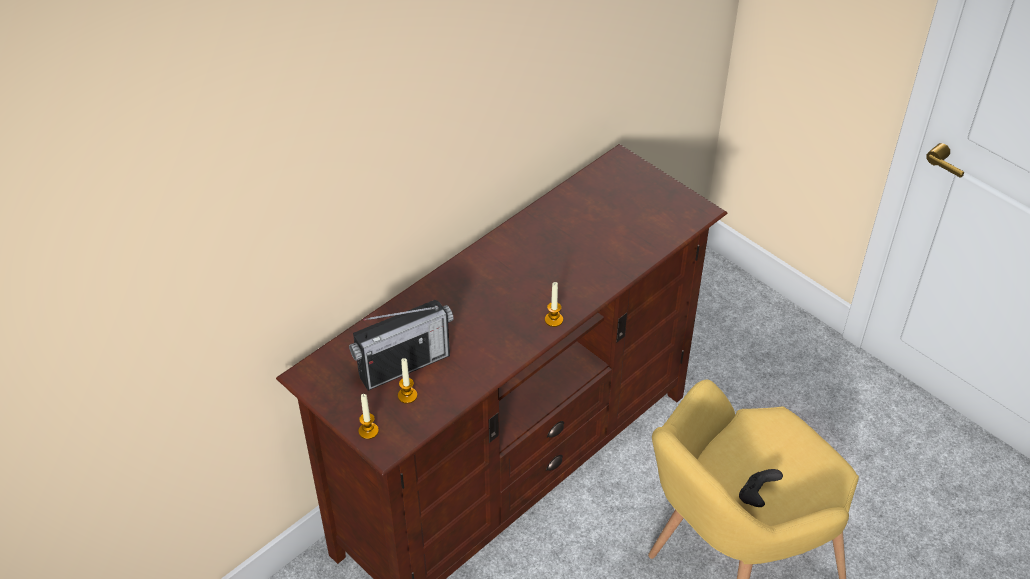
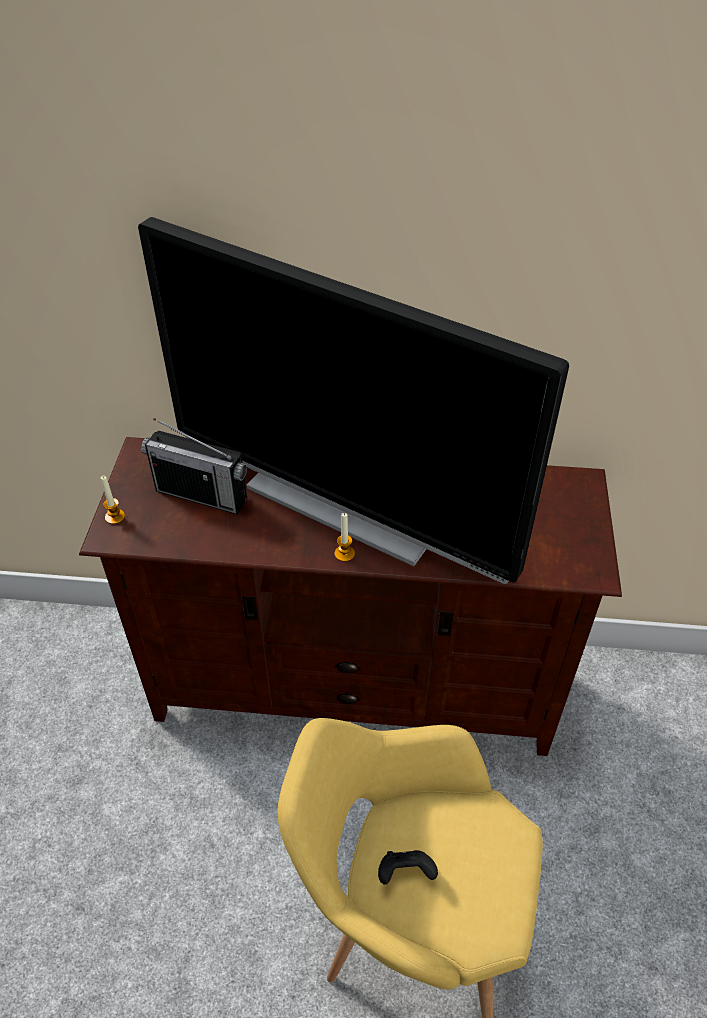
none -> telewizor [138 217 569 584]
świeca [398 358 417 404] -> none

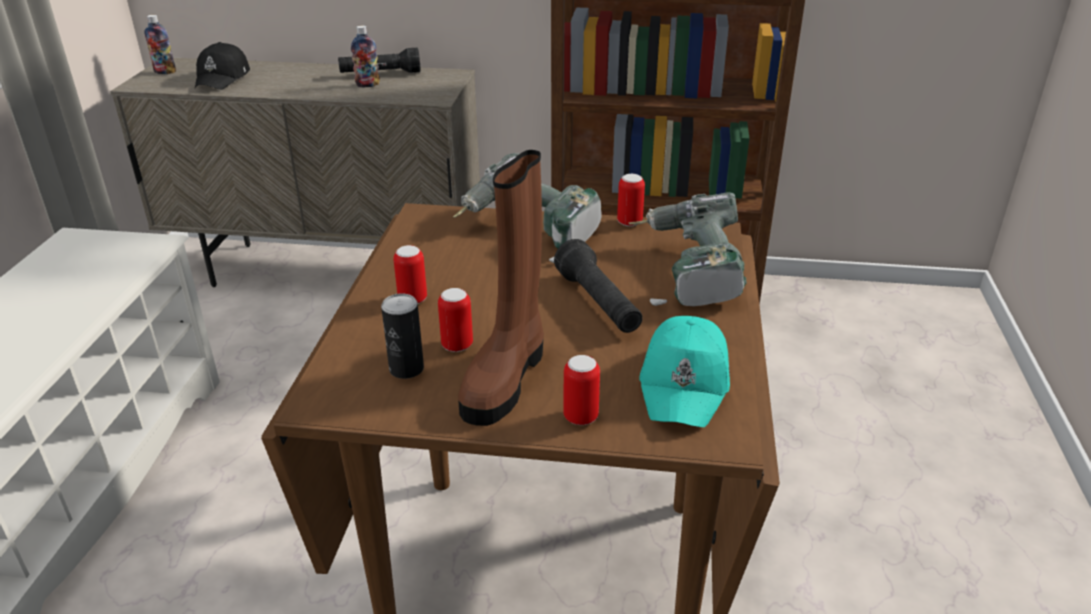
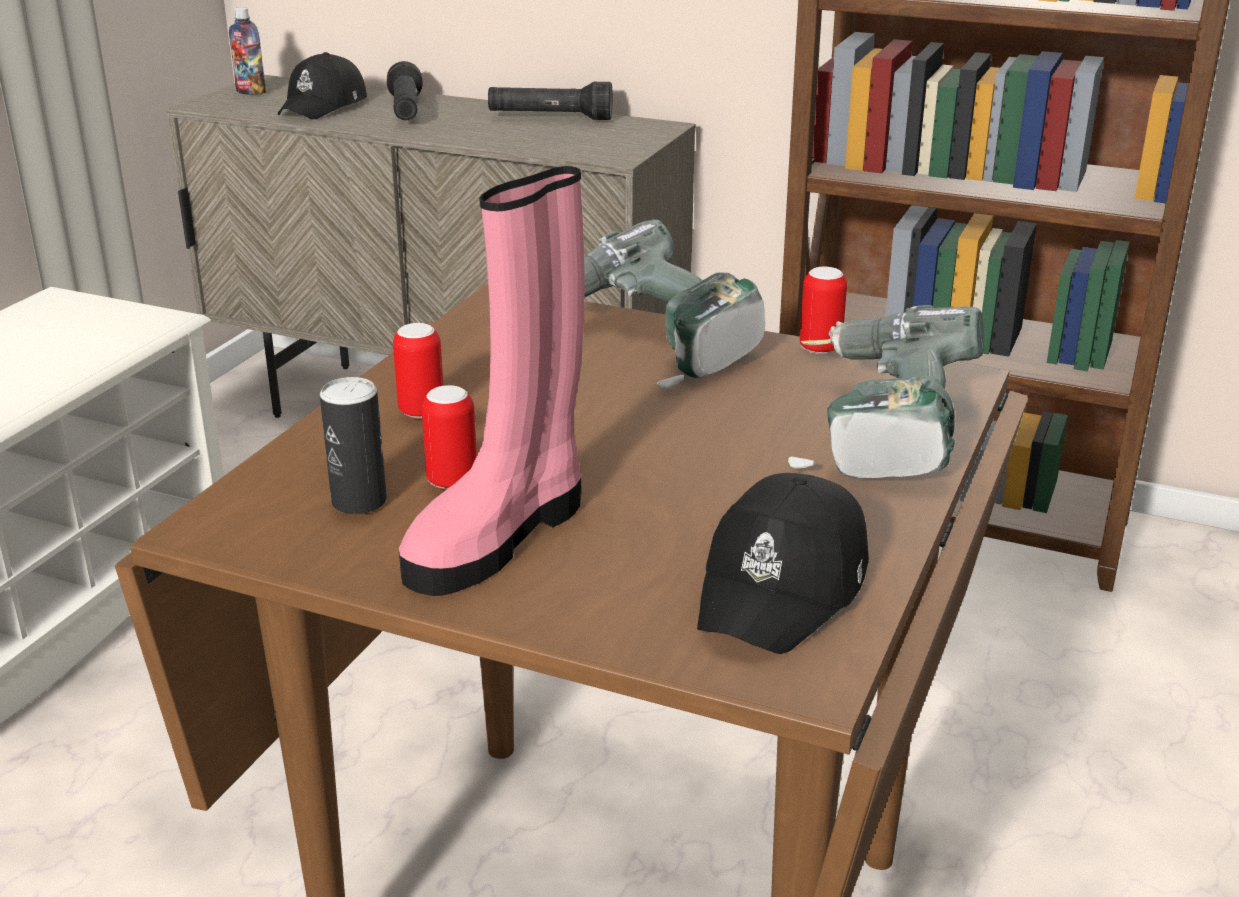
latarka [czarny] [554 239 643 333] -> latarka [czarny] [387 61 423 120], relocated
but z cholewką [brązowy] [458 150 544 426] -> but z cholewką [różowy] [399 166 585 596]
czapka z daszkiem [turkusowy] [639 316 730 427] -> czapka z daszkiem [czarny] [697 473 869 654]
butelka [351 25 380 87] -> none
puszka [563 355 600 425] -> none

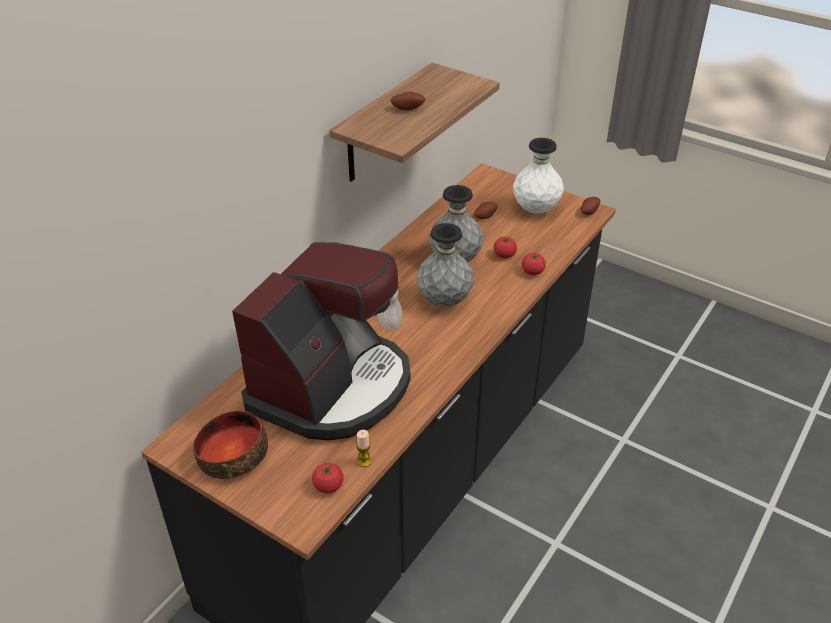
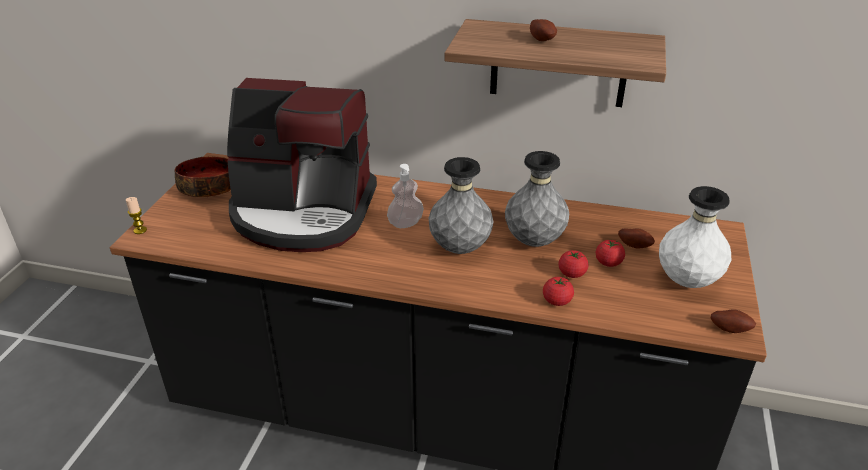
świeca [356 430 371 467] -> świeca [126 197 147 234], relocated
pomidor [312 463 344 493] -> pomidor [596 240 625 267], relocated

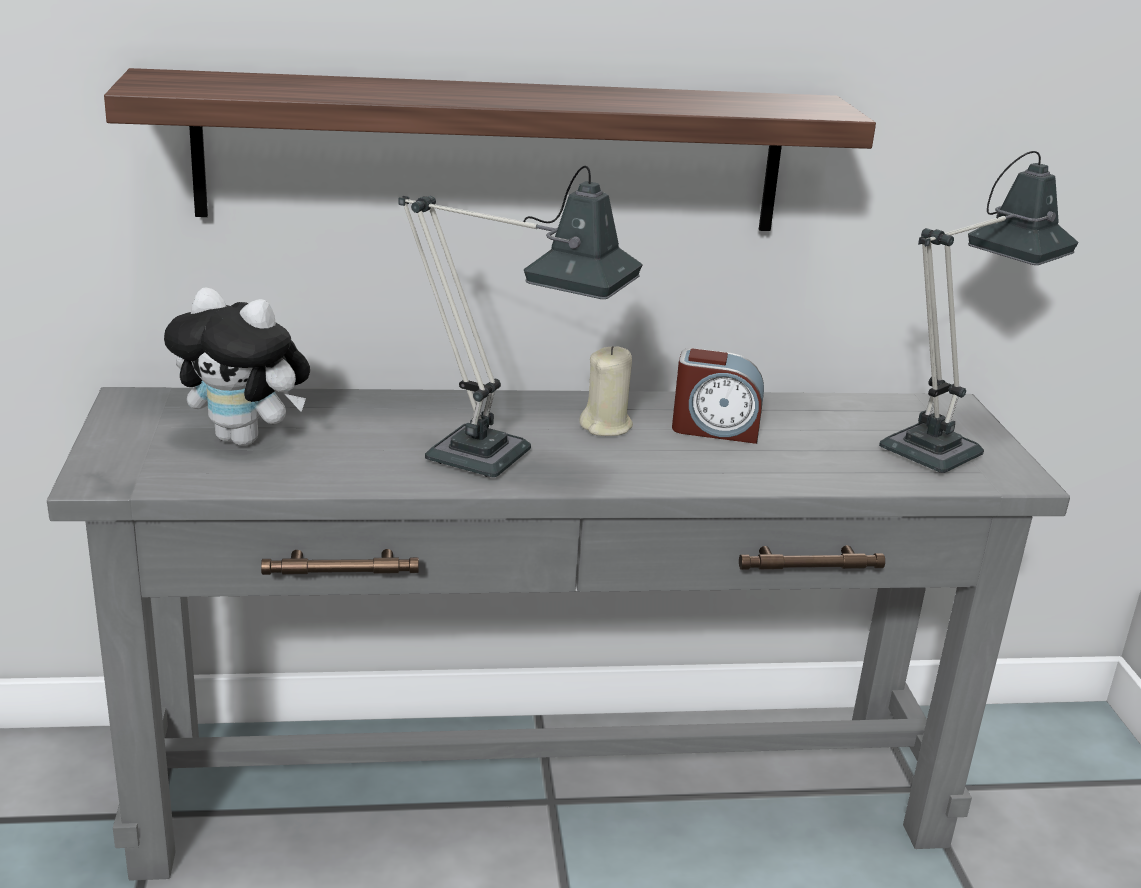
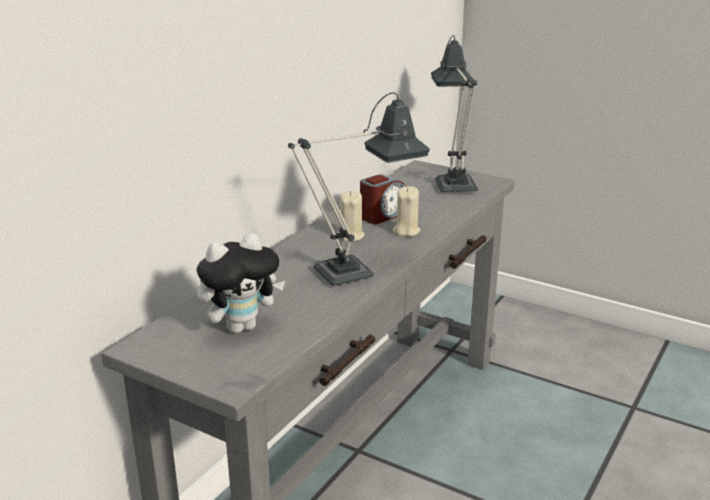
none -> świeca [beżowy] [393 186 420 236]
półka [104 68 876 231] -> none

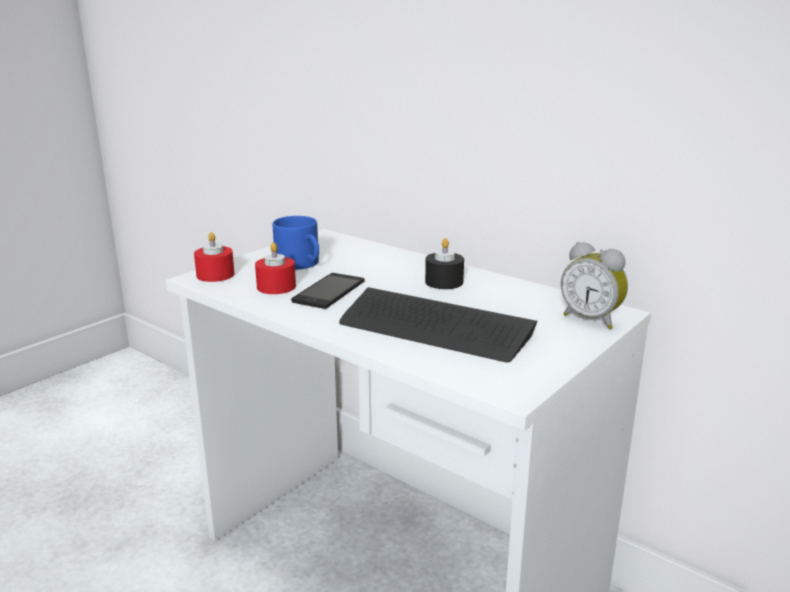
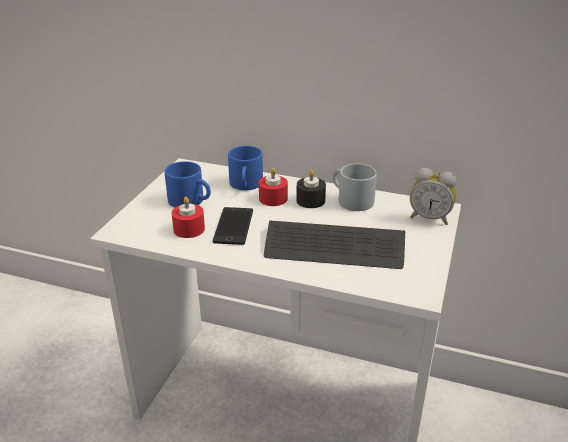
none -> kubek [niebieski] [228 146 263 190]
świeca [czerwony] [194 232 235 282] -> świeca [czerwony] [259 168 288 206], relocated
none -> kubek [szary] [333 163 377 211]

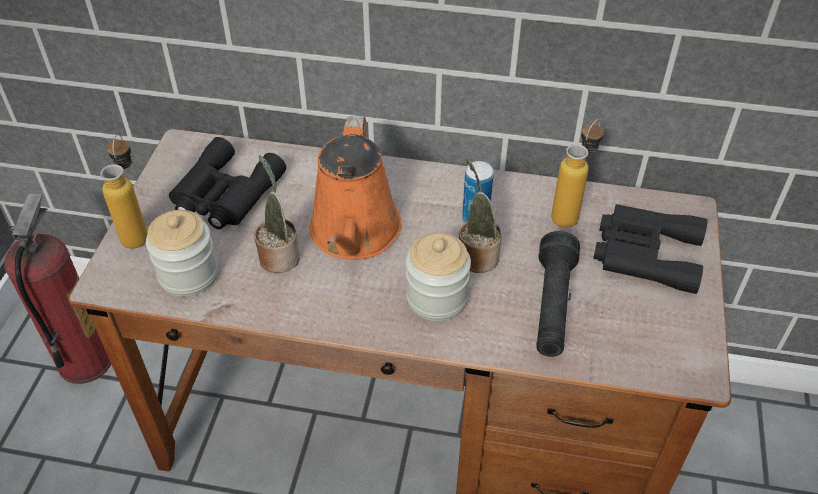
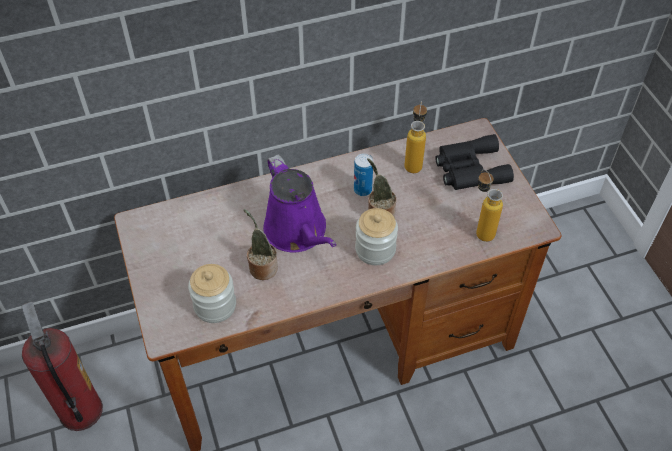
konewka [pomarańczowy] [310 116 401 260] -> konewka [fioletowy] [263 155 336 253]
butelka [100 134 148 248] -> butelka [476 169 503 242], relocated
lornetka [czarny] [169 137 286 230] -> none
latarka [czarny] [536 231 580 357] -> none

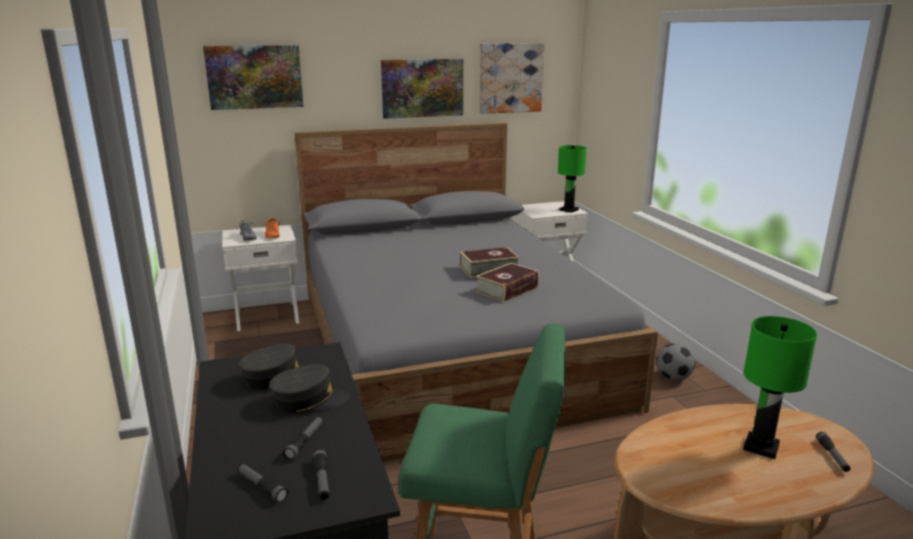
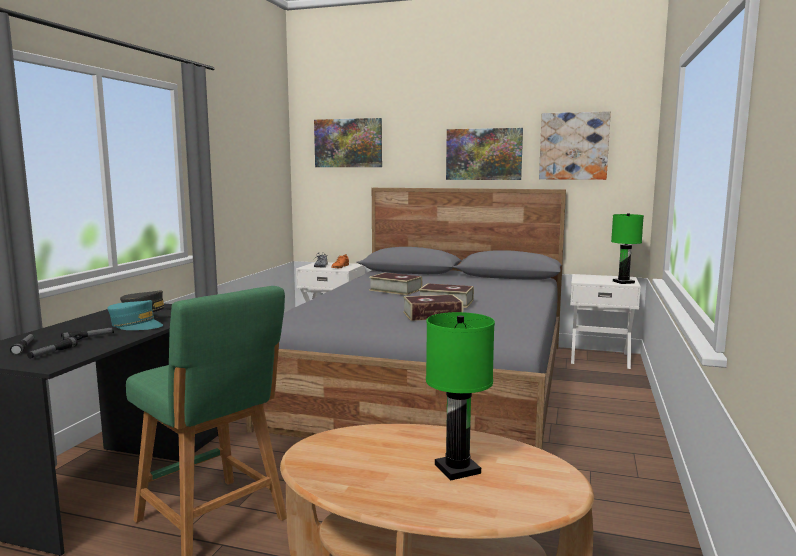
czapka z daszkiem [szary] [269 364 350 413] -> czapka z daszkiem [turkusowy] [107 300 163 330]
none -> książka [369 273 422 295]
piłka futbolowa [656 344 695 381] -> none
latarka [816 432 851 472] -> none

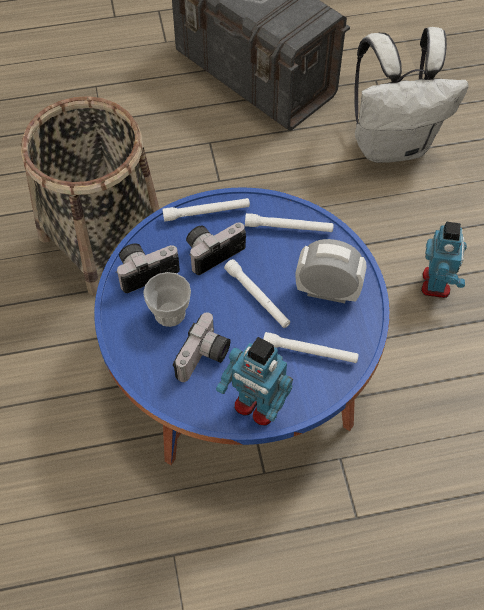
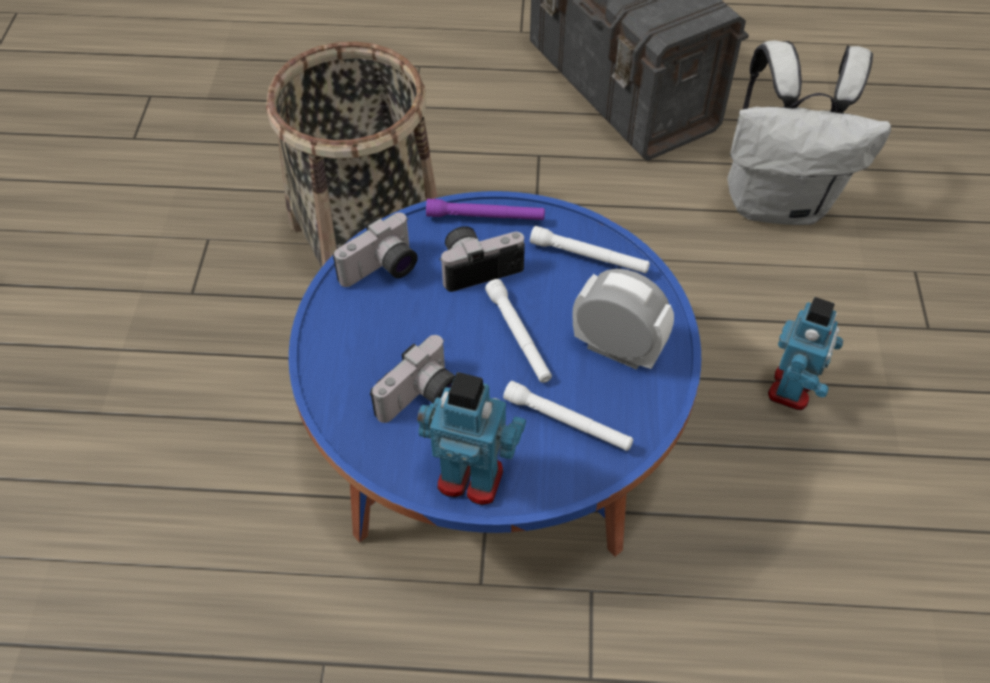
aparat fotograficzny [116 243 180 293] -> aparat fotograficzny [333 213 418 287], 150 degrees clockwise
robot zabawkowy [216 337 293 426] -> robot zabawkowy [417 372 526 505], 150 degrees clockwise
latarka [biały] [162 198 250 221] -> latarka [fioletowy] [426 199 545 220]
filiżanka [143 272 191 327] -> none

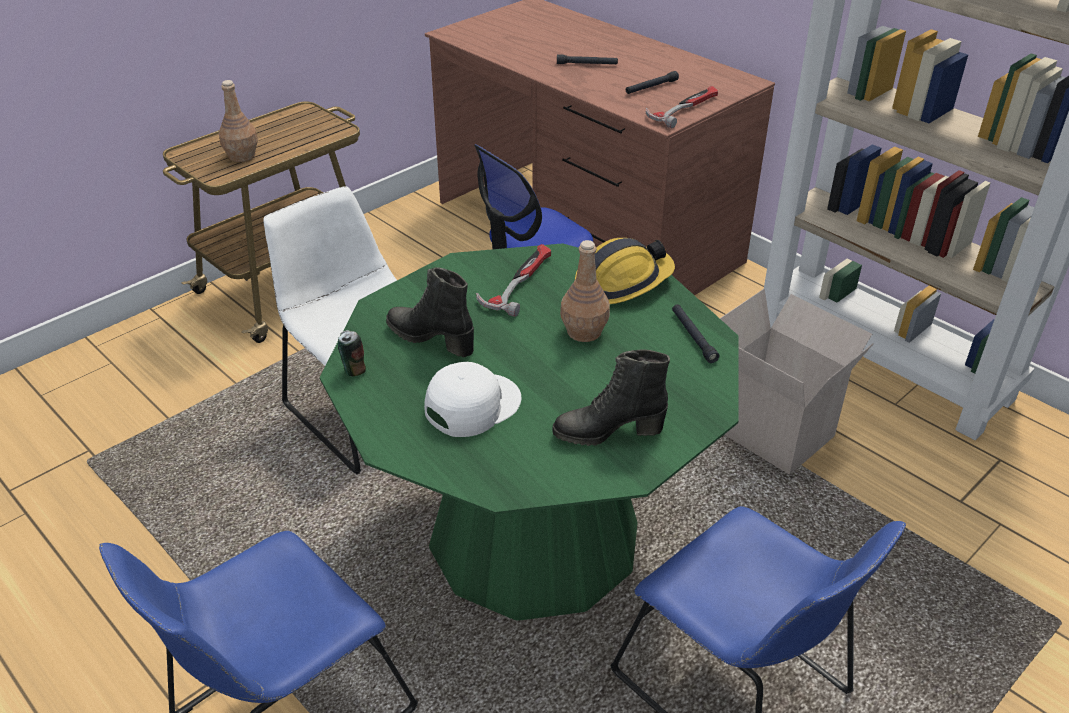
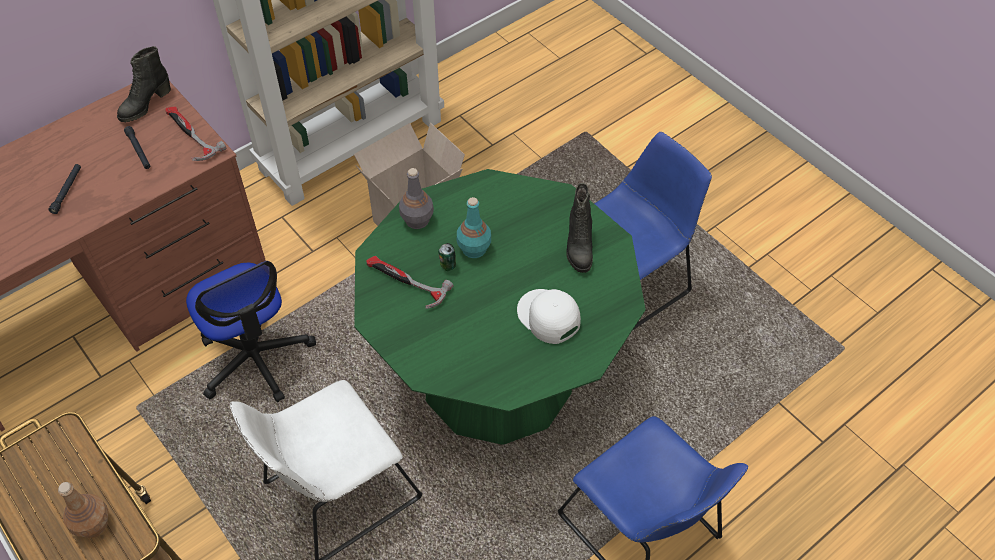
but z cholewką [czarny] [386 267 474 357] -> but z cholewką [czarny] [117 46 171 122], relocated
kask [575 238 675 304] -> butelka [szary] [399 168 434 229]
puszka [338 330 366 377] -> puszka [438 243 456 271], relocated
butelka [brązowy] [560 240 610 342] -> butelka [turkusowy] [457 197 491 258]
latarka [czarny] [672 304 719 363] -> none

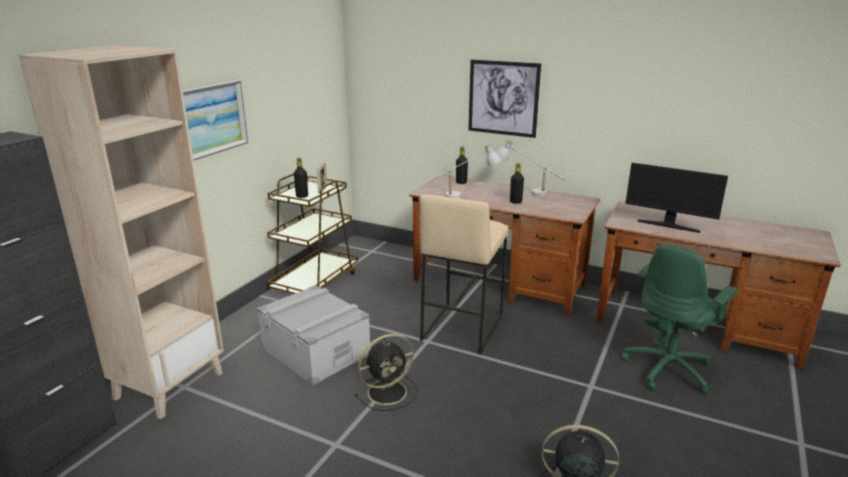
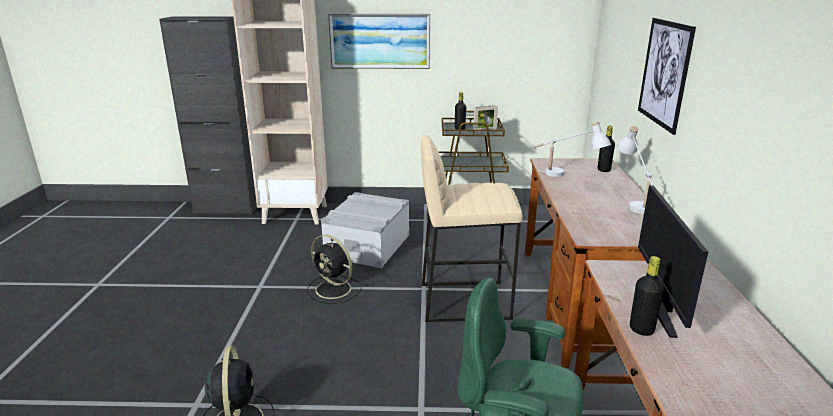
butelka [czarny] [510 163 524 204] -> butelka [czarny] [630 256 664 336], relocated

